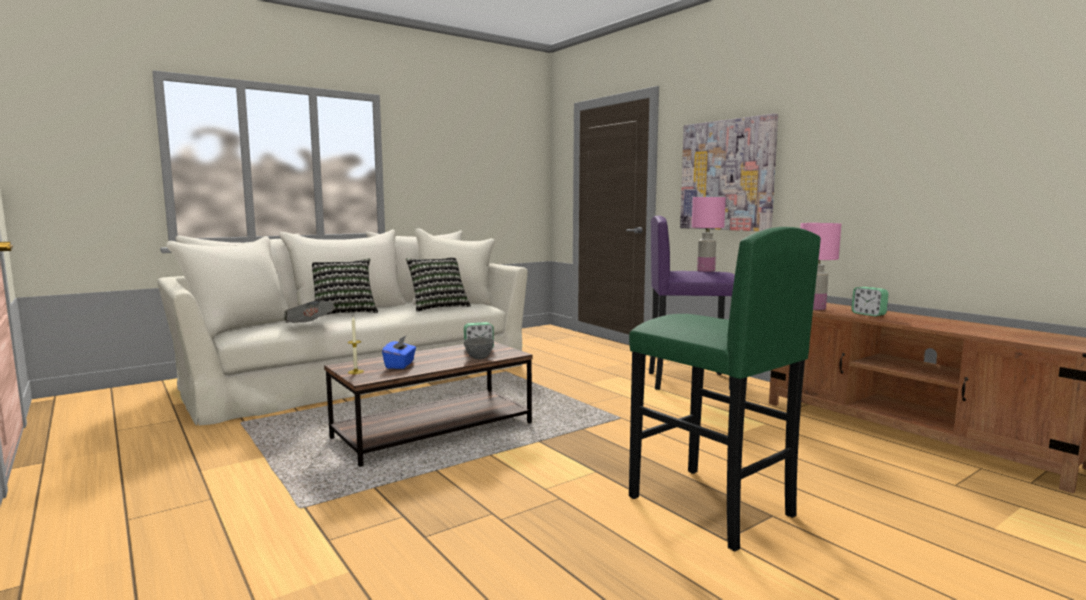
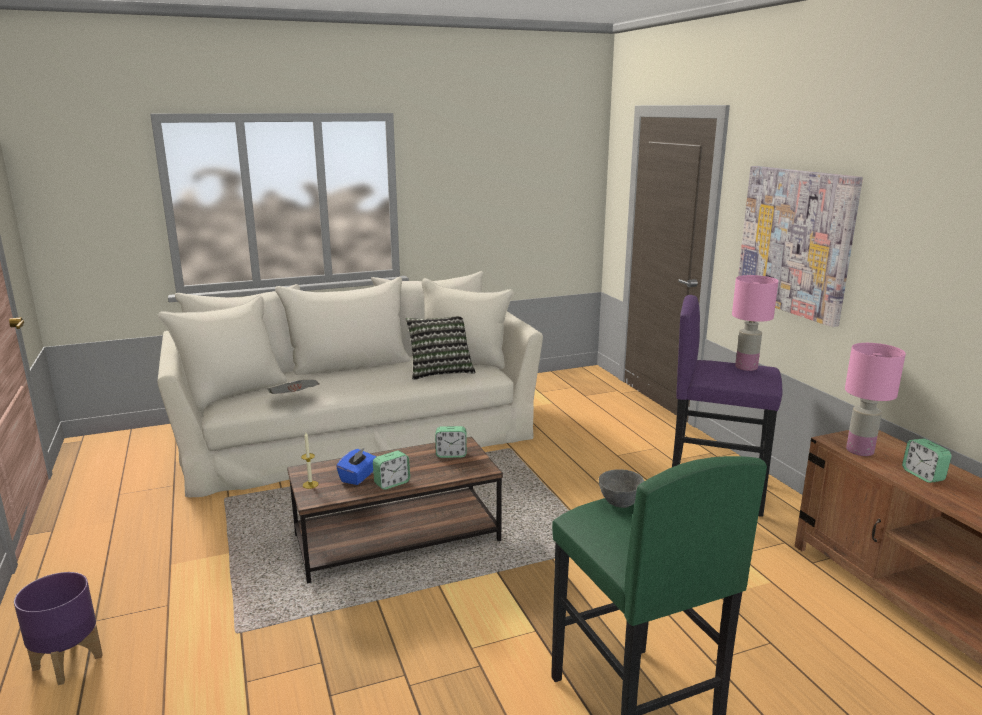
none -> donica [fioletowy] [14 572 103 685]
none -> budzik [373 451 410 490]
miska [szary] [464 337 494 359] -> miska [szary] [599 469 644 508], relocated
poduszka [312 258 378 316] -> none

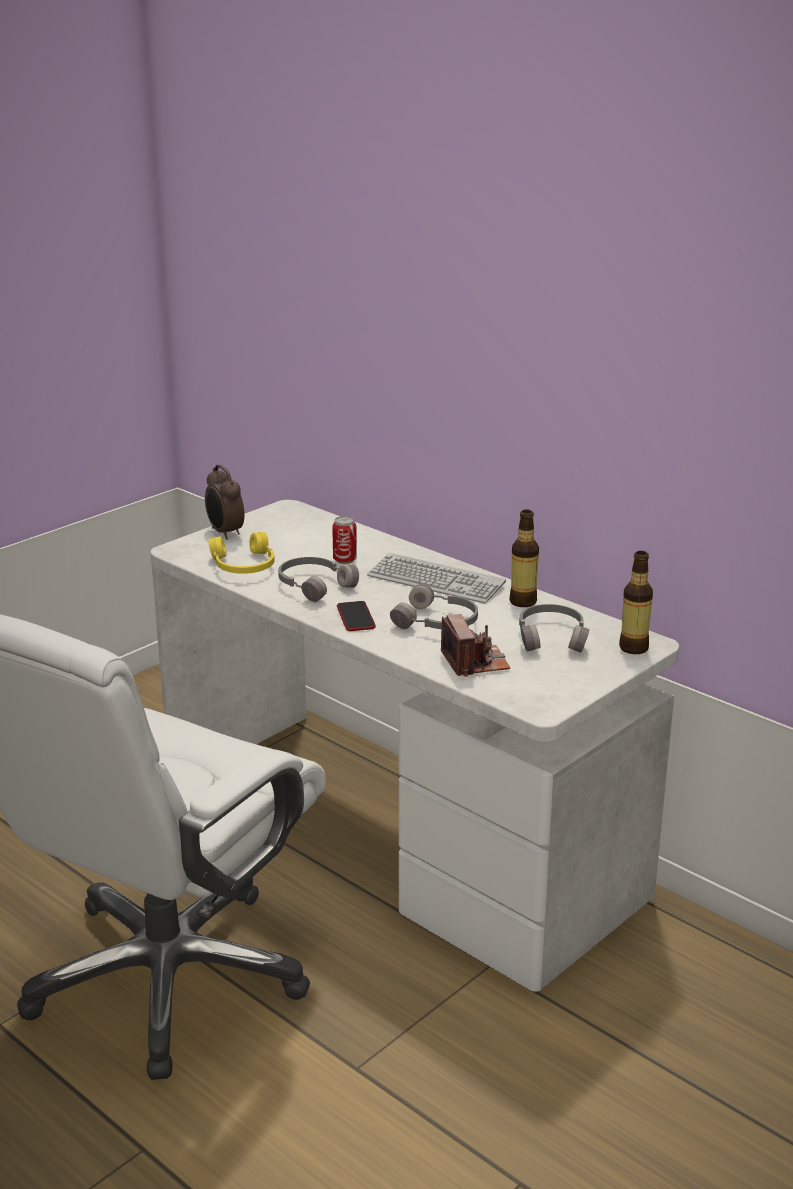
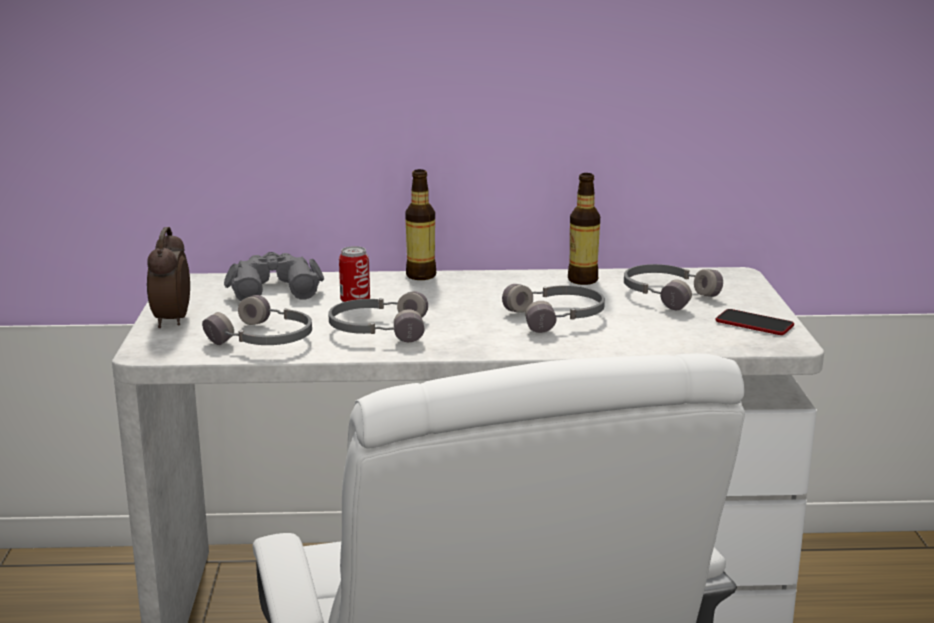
budzik [205 465 244 539] -> budzik [147 227 190 328], 75 degrees clockwise
słuchawki [żółty] [209 532 275 574] -> słuchawki [szary] [202 295 312 345]
none -> lornetka [szary] [224 252 324 301]
butelka [619 551 653 654] -> butelka [405 169 436 280], relocated
telefon [337 601 376 631] -> telefon [716 309 794 335], relocated
klawiatura [367 553 506 603] -> none
aparat fotograficzny [441 614 510 677] -> none

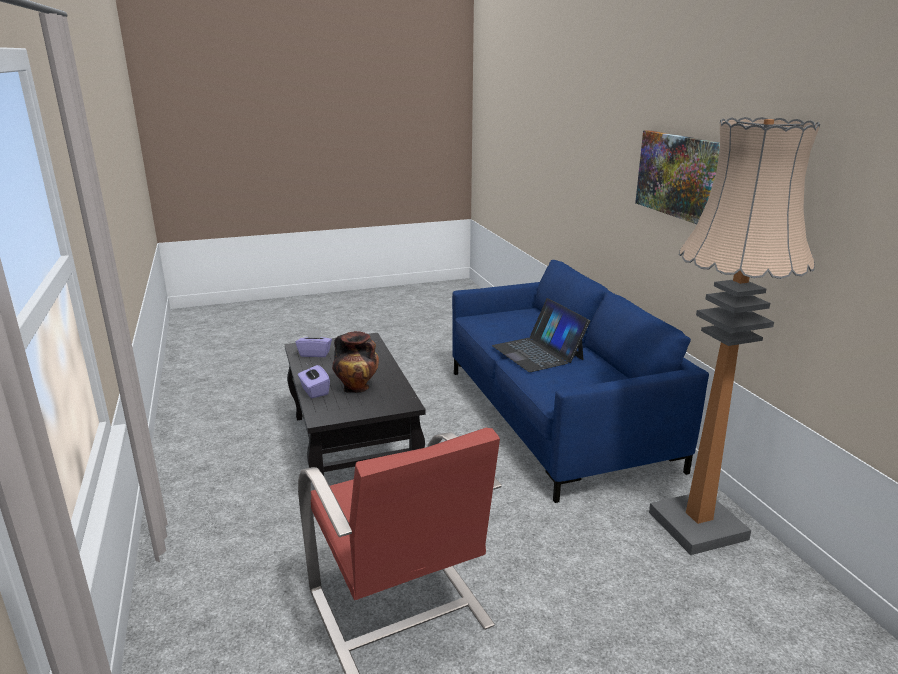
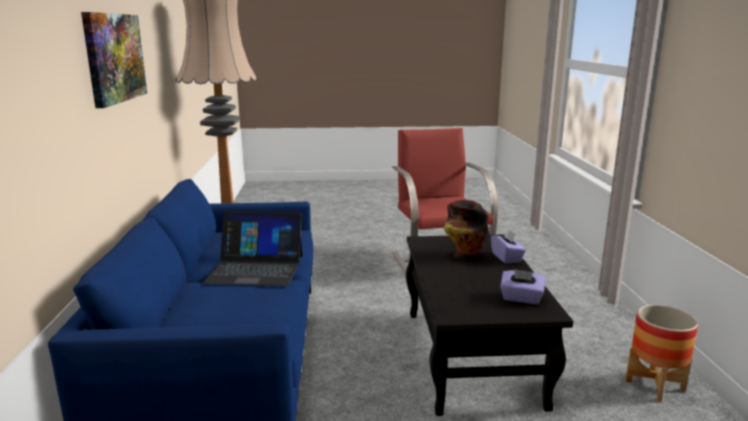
laptop [492 298 590 372] -> laptop [203 211 302 286], 105 degrees clockwise
none -> donica [625 305 698 402]

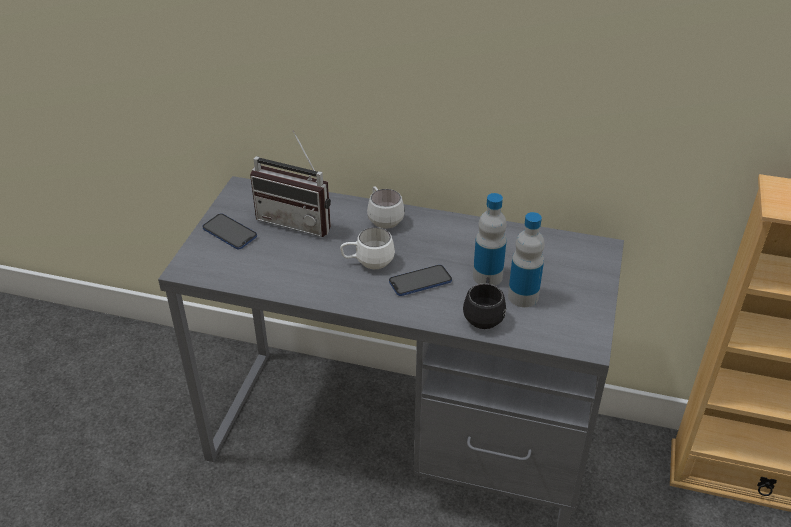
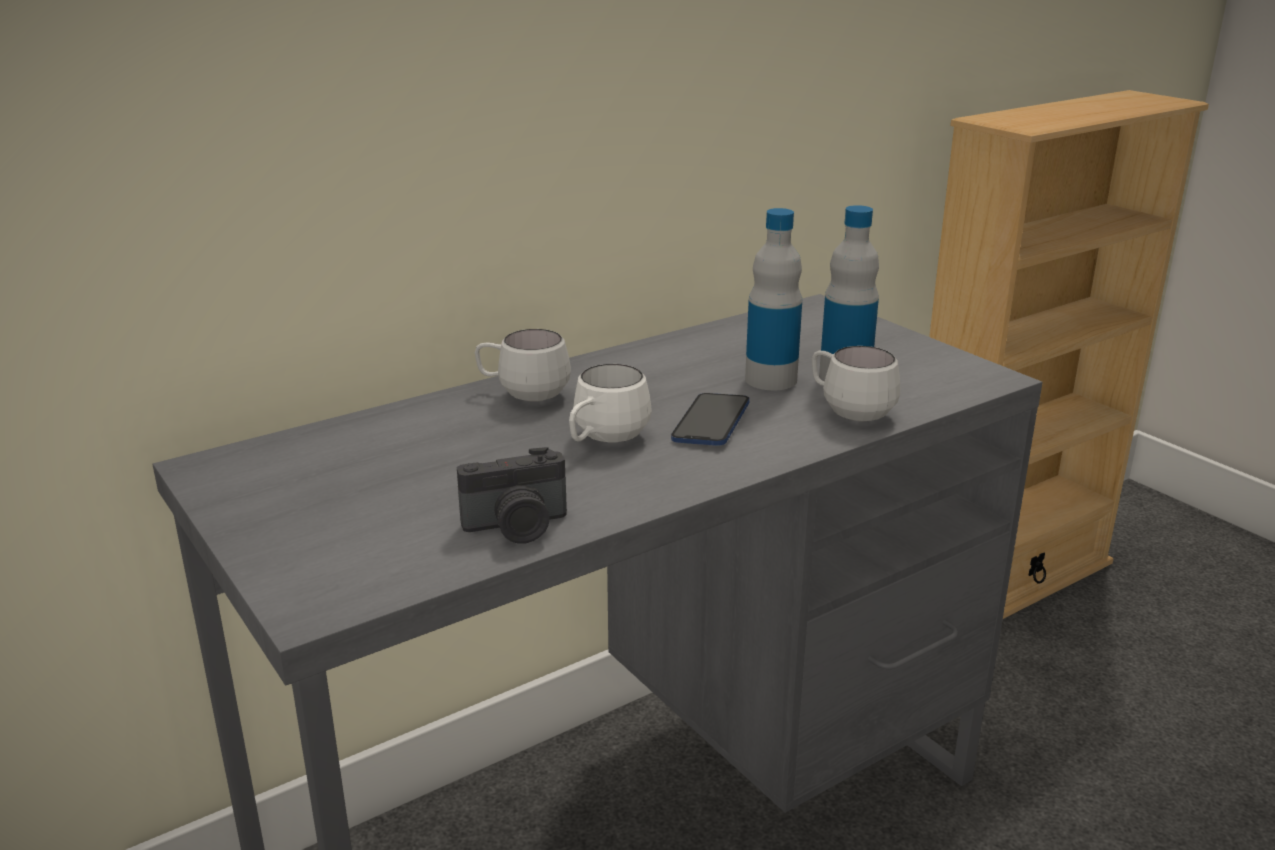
none -> aparat fotograficzny [457 447 567 544]
kubek [czarny] [463 277 506 329] -> kubek [biały] [812 346 900 421]
telefon [202 213 257 250] -> none
radio [250 130 331 237] -> none

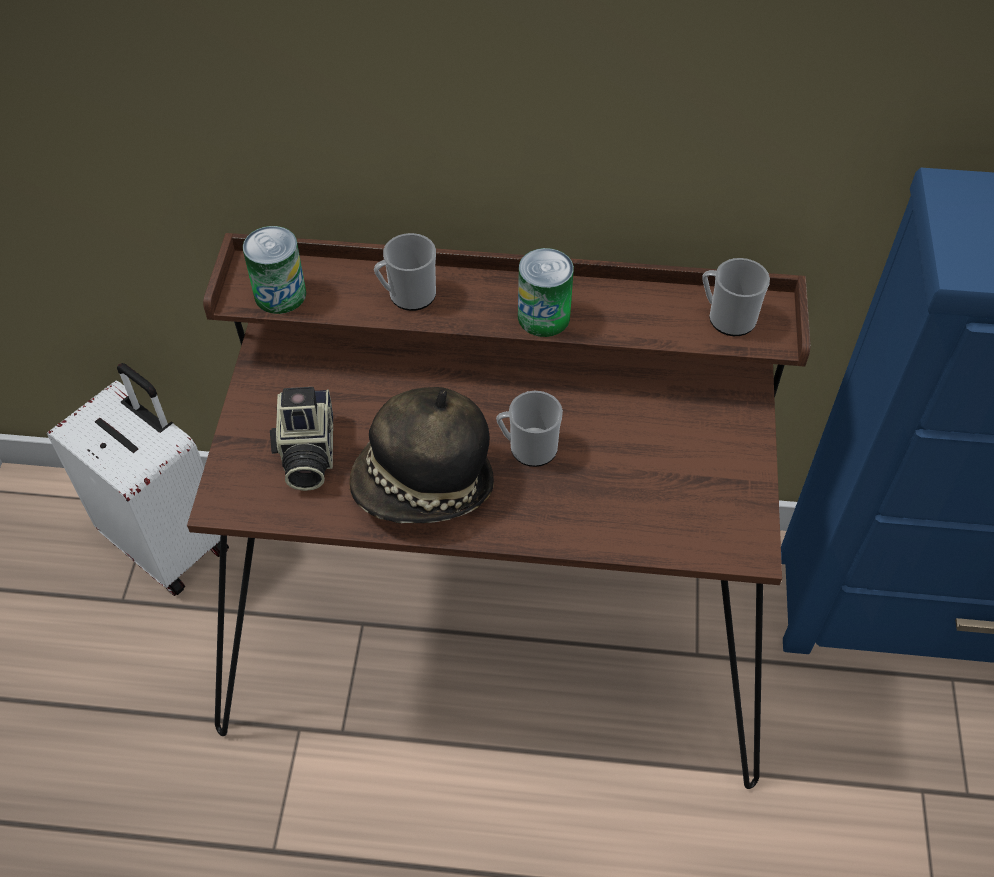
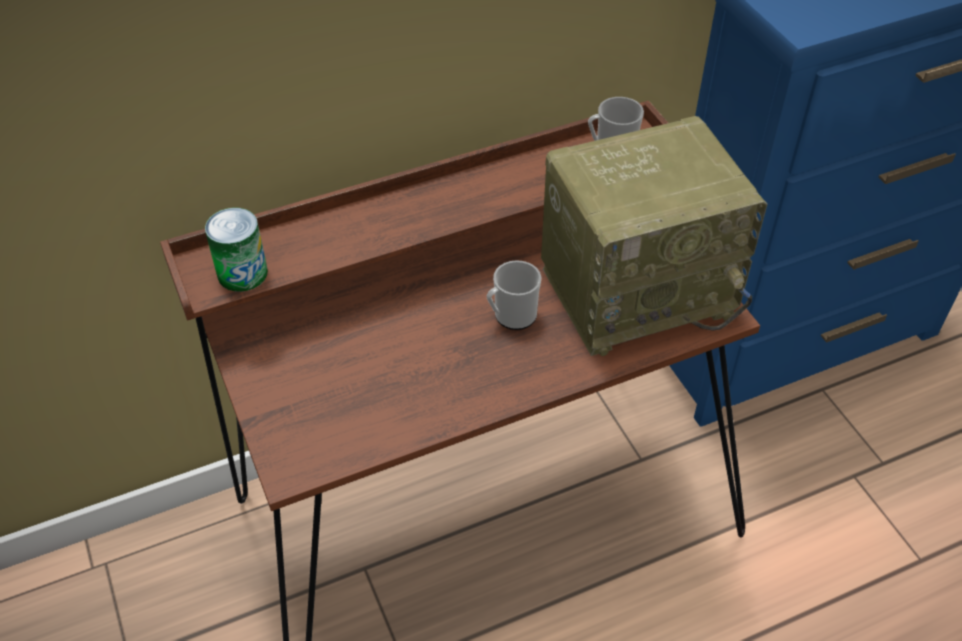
none -> radio [541 116 767 356]
walizka [biały] [47 363 229 596] -> none
aparat fotograficzny [270 387 333 491] -> none
kapelusz [349 387 494 523] -> none
kubek [374 233 436 311] -> none
puszka [518 248 574 337] -> none

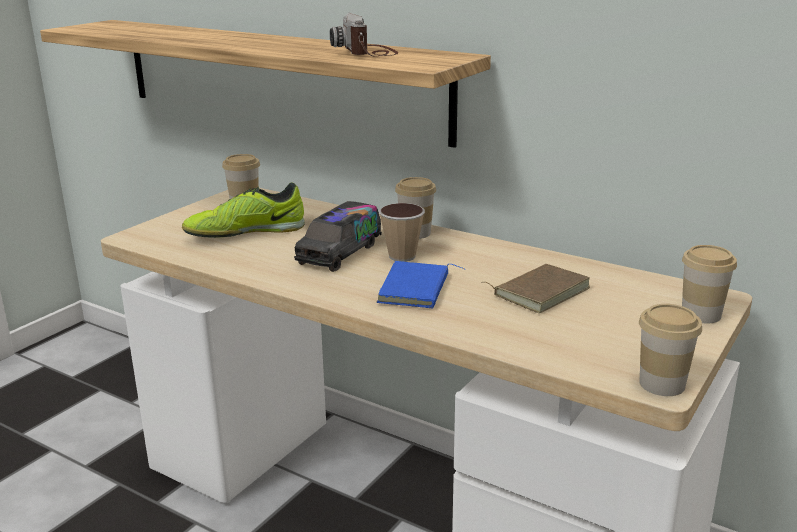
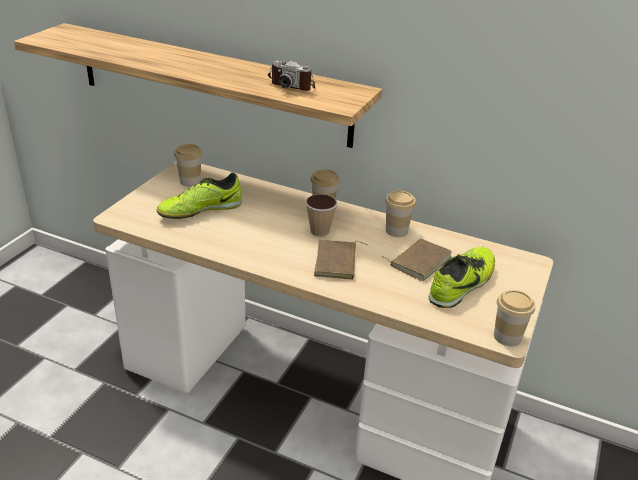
aparat fotograficzny [330 12 398 56] -> aparat fotograficzny [268 60 316 91], 45 degrees counterclockwise
książka [niebieski] [377 261 466 308] -> książka [brązowy] [314 239 367 280]
filiżanka [682 245 737 323] -> filiżanka [385 191 416 237], relocated
none -> but [428 247 495 308]
ciężarówka zabawkowa [294 201 382 272] -> none

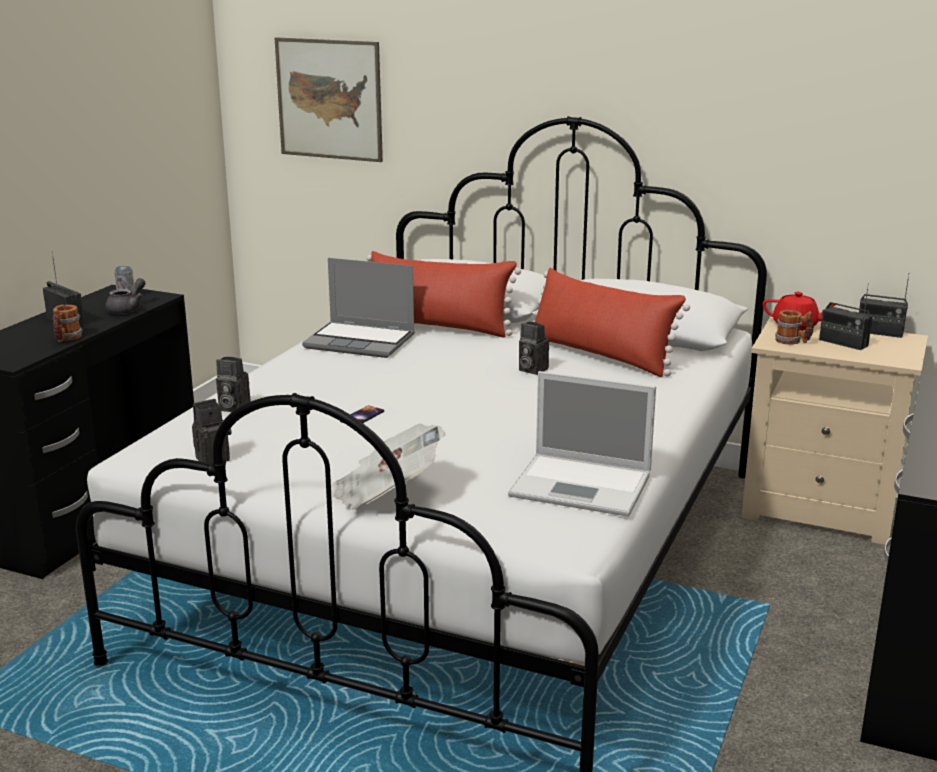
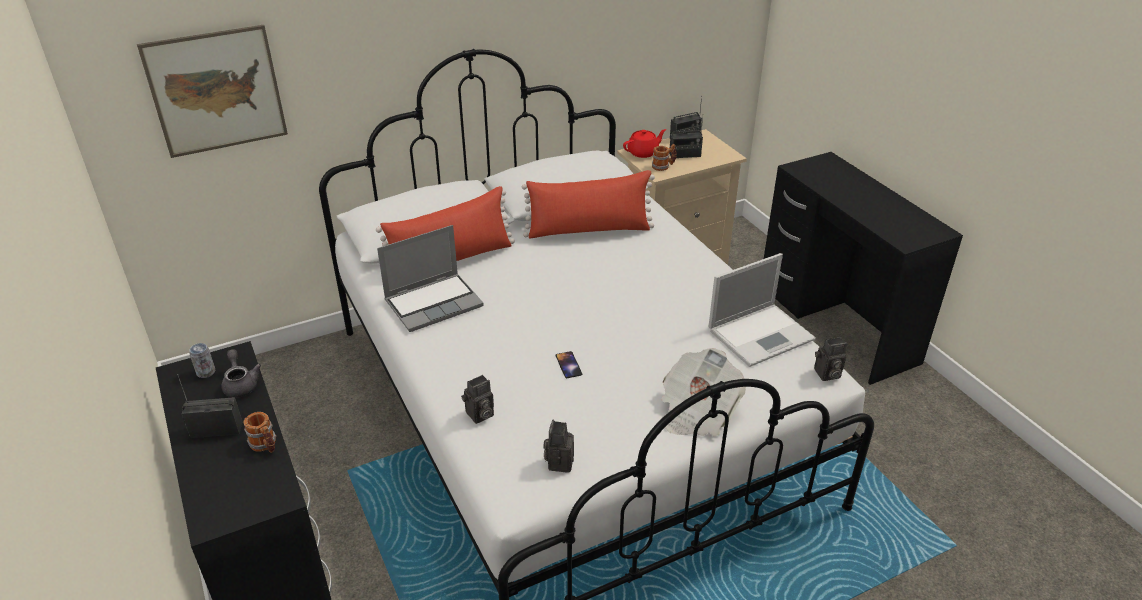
aparat fotograficzny [519 322 549 375] -> aparat fotograficzny [814 337 847 381], relocated

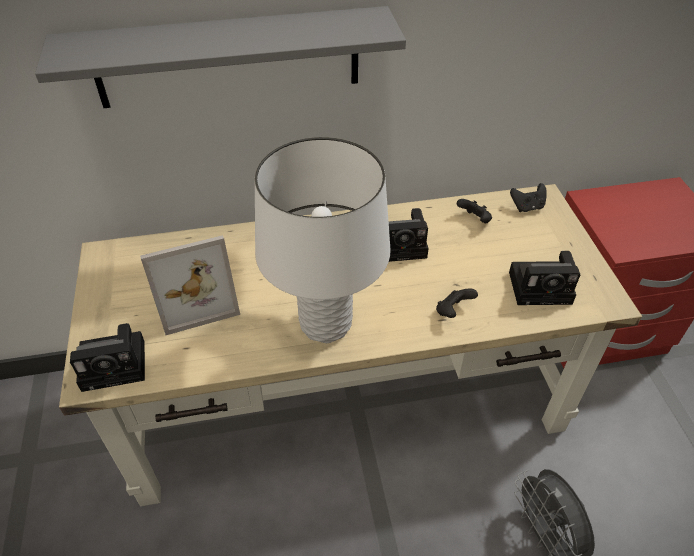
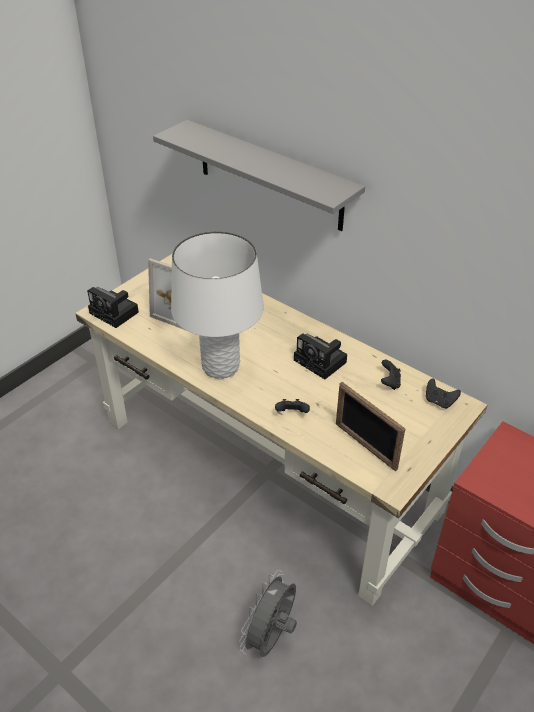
aparat fotograficzny [509 251 581 305] -> ramka na zdjęcie [336 382 405 471]

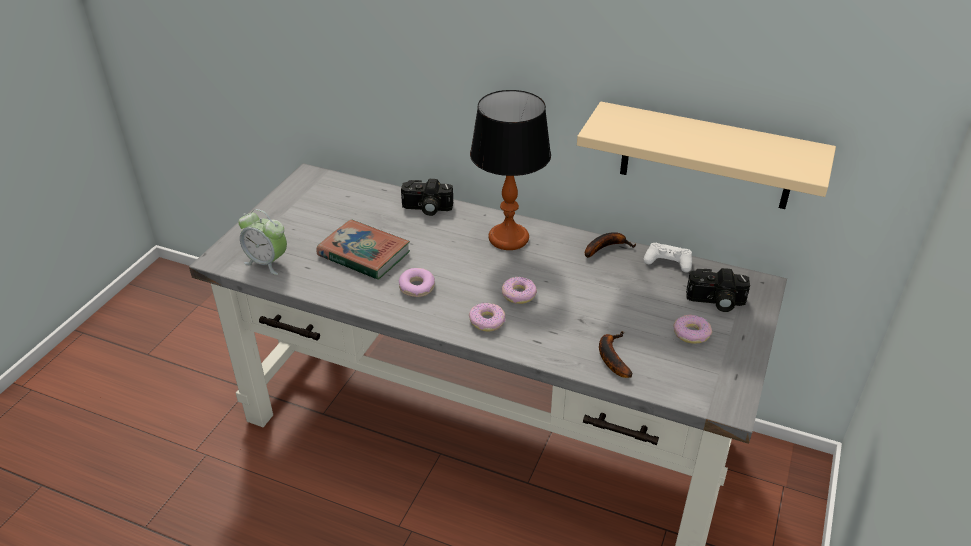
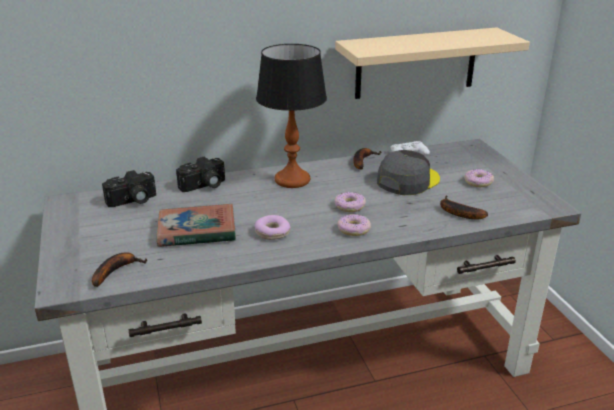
budzik [238 209 287 275] -> banan [92 252 147 287]
aparat fotograficzny [686 268 750 312] -> aparat fotograficzny [102 170 156 207], relocated
none -> czapka z daszkiem [szary] [377 150 440 195]

